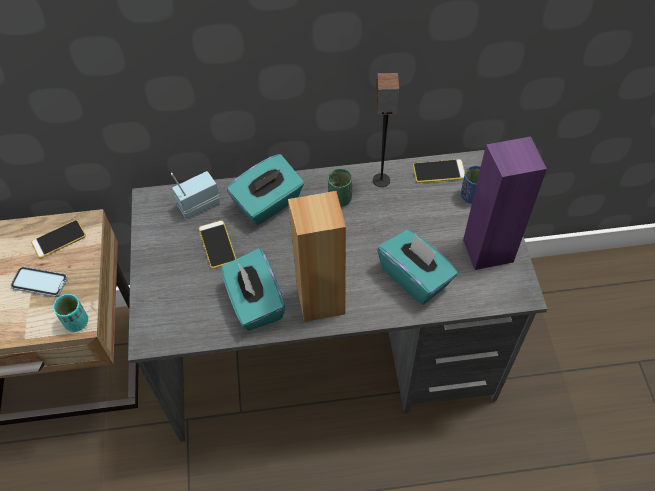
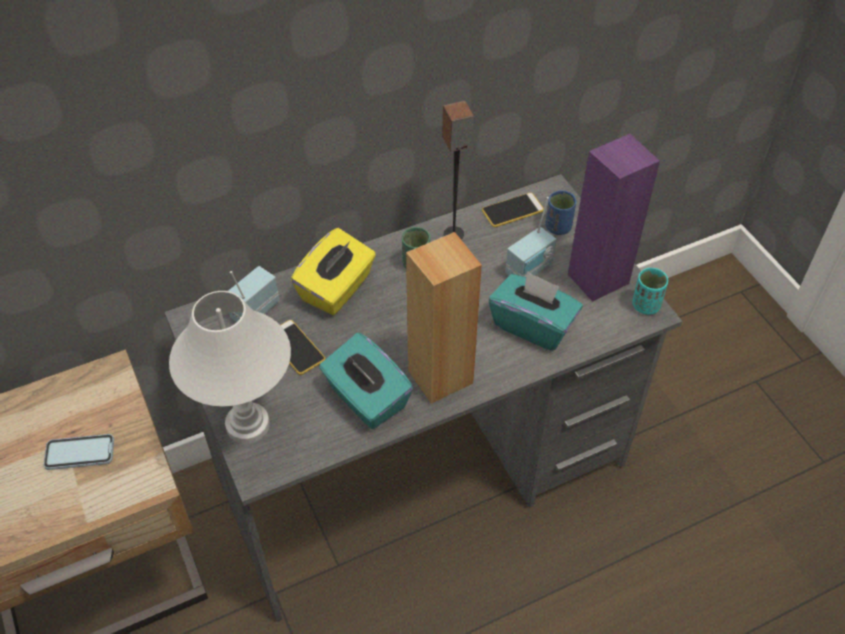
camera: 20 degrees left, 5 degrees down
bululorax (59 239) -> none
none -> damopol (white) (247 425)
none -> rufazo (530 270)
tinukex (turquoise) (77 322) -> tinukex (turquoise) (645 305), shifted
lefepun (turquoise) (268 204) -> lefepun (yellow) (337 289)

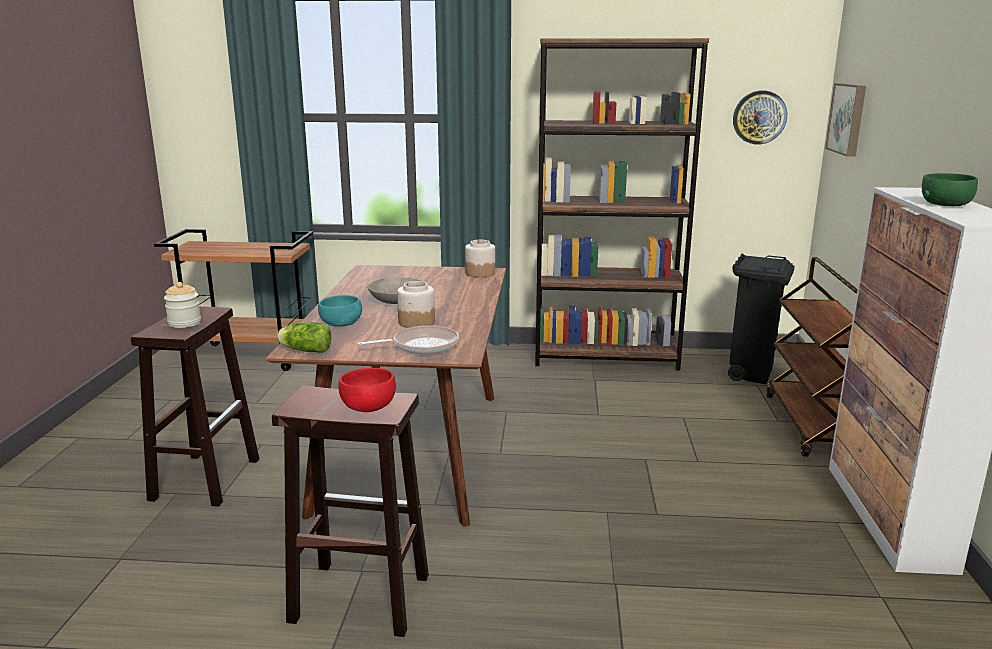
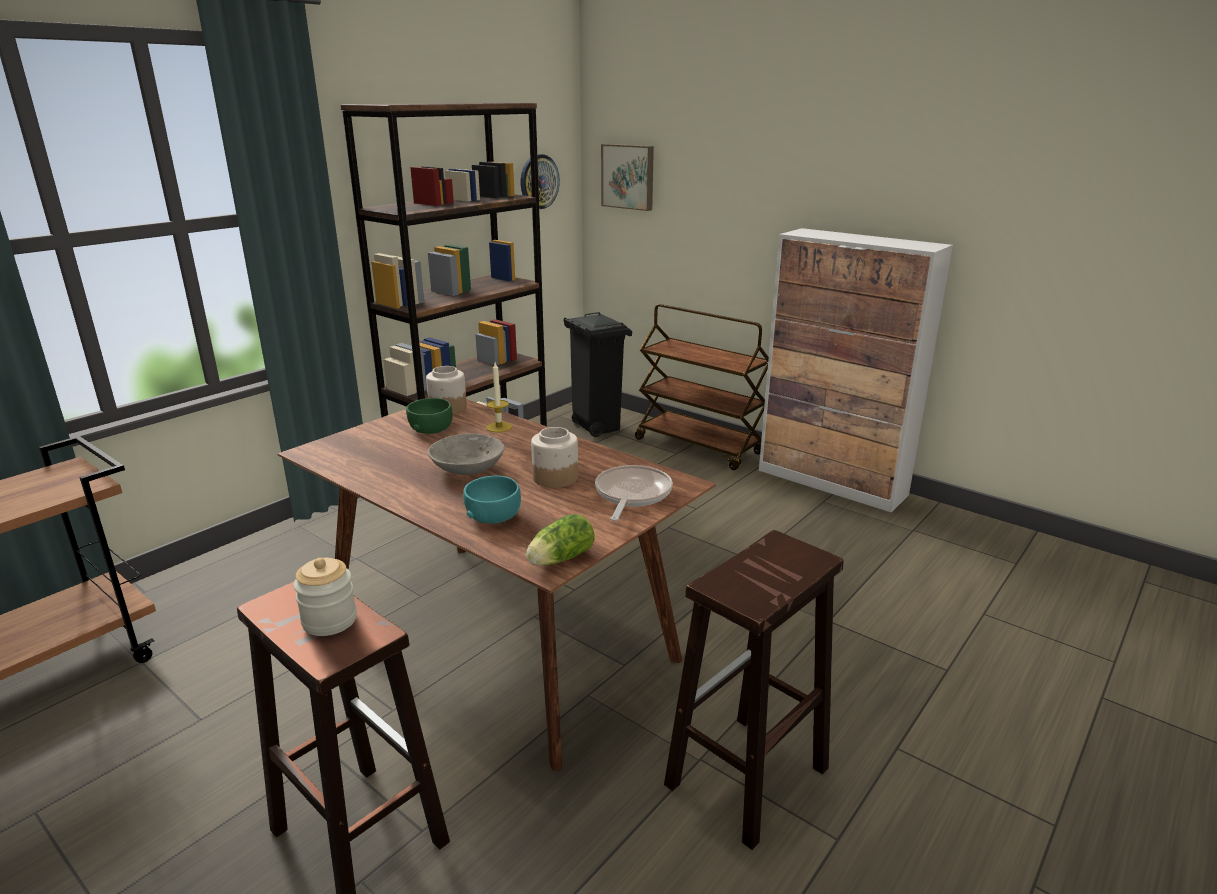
camera: 55 degrees left, 5 degrees up
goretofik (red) (369 405) -> none
none -> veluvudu (499 427)
goretofik (green) (945 204) -> goretofik (green) (431 429), shifted

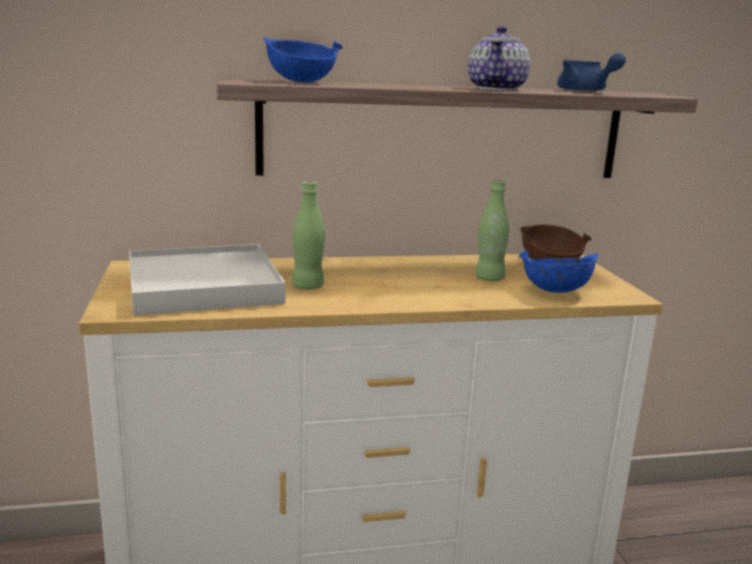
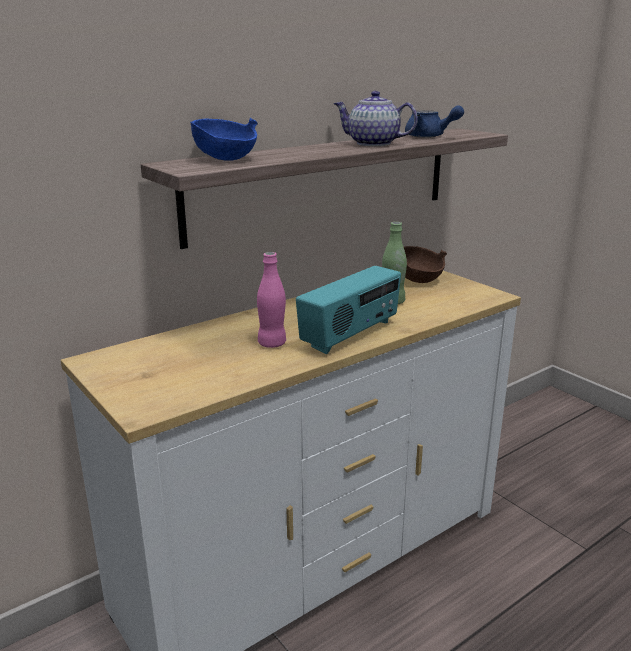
camera: 25 degrees left, 5 degrees up
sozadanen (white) (203 286) -> none
goretofik (blue) (555 290) -> none
none -> rufazo (351 335)
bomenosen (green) (307 286) -> bomenosen (pink) (272 343)
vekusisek (497 89) -> vekusisek (374 144), 120 degrees clockwise

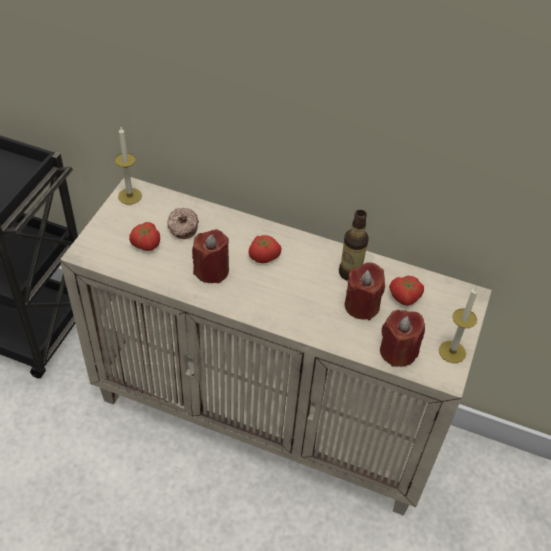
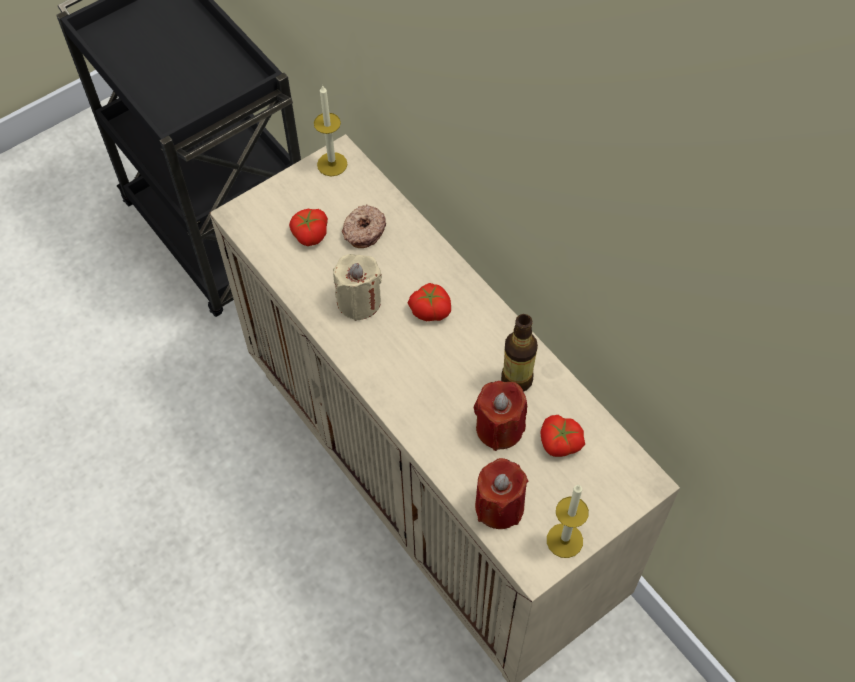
camera: 35 degrees right, 10 degrees up
veluvudu (red) (211 270) -> veluvudu (beige) (359 301)

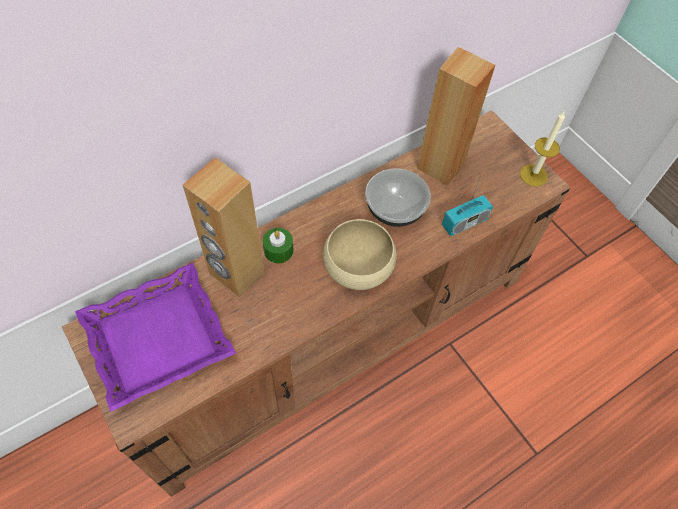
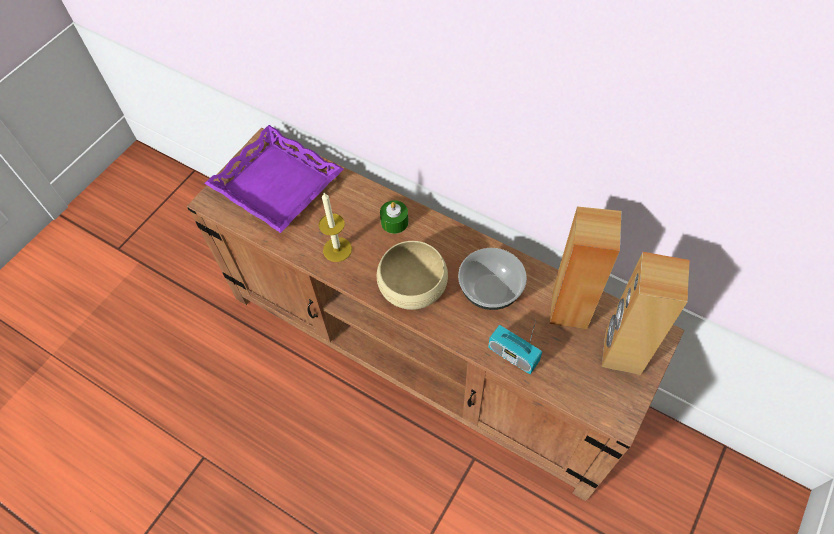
camera: 70 degrees right, 0 degrees up
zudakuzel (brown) (236 273) -> zudakuzel (brown) (621 351), shifted
veluvudu (533 175) -> veluvudu (337 249), shifted

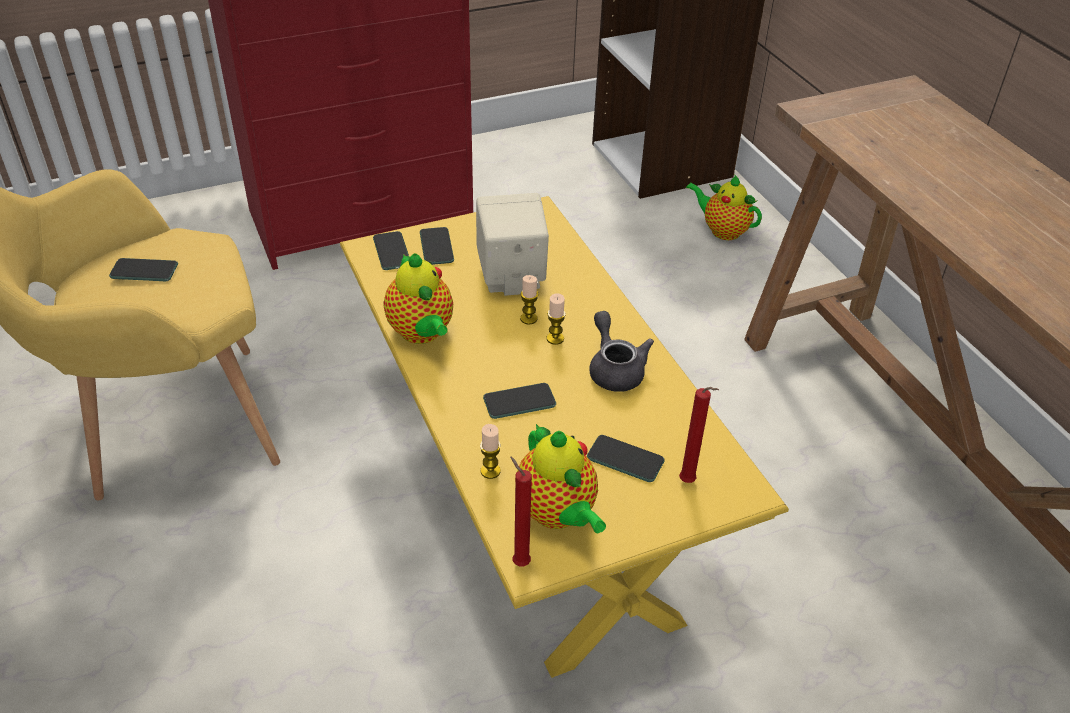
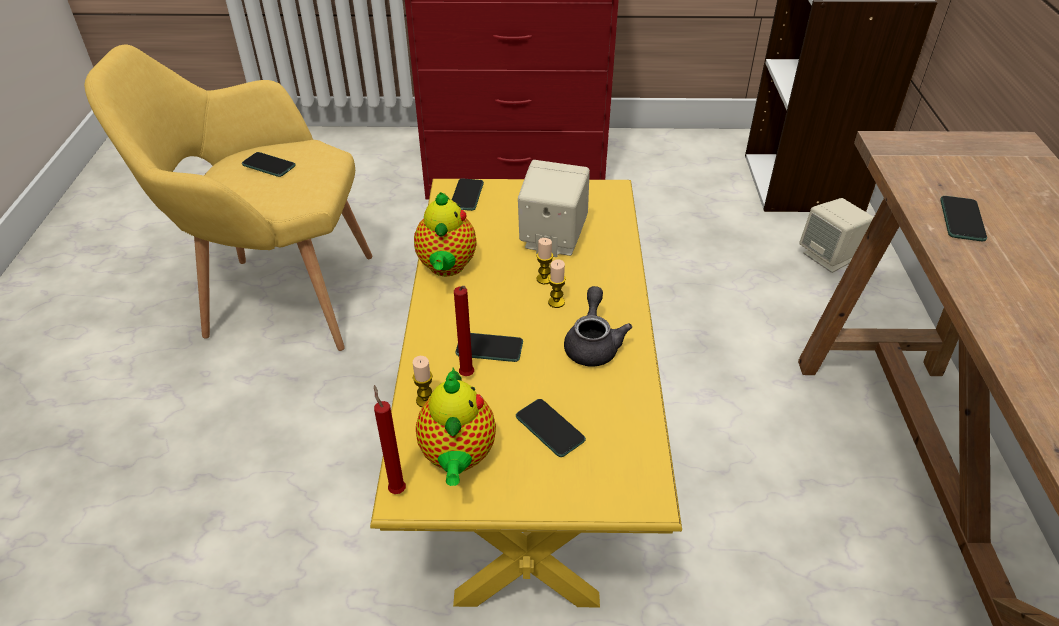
camera: 25 degrees right, 0 degrees up
bululorax (436 247) -> bululorax (962 220), shifted
veluvudu (red) (689 482) -> veluvudu (red) (467 377), shifted
vekusisek (722 230) -> zudakuzel (beige) (829 257)

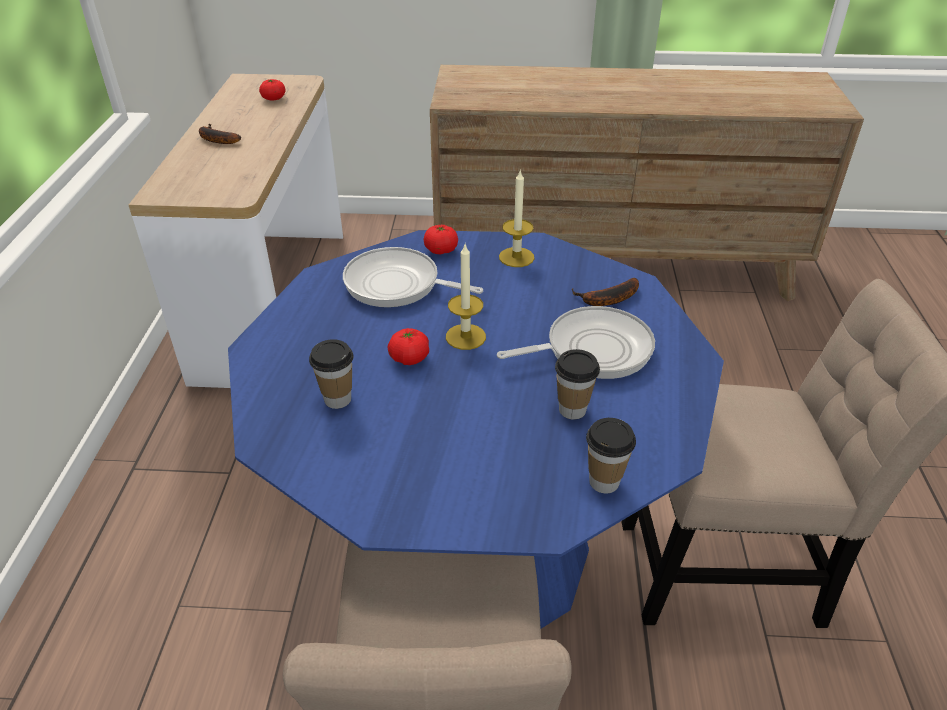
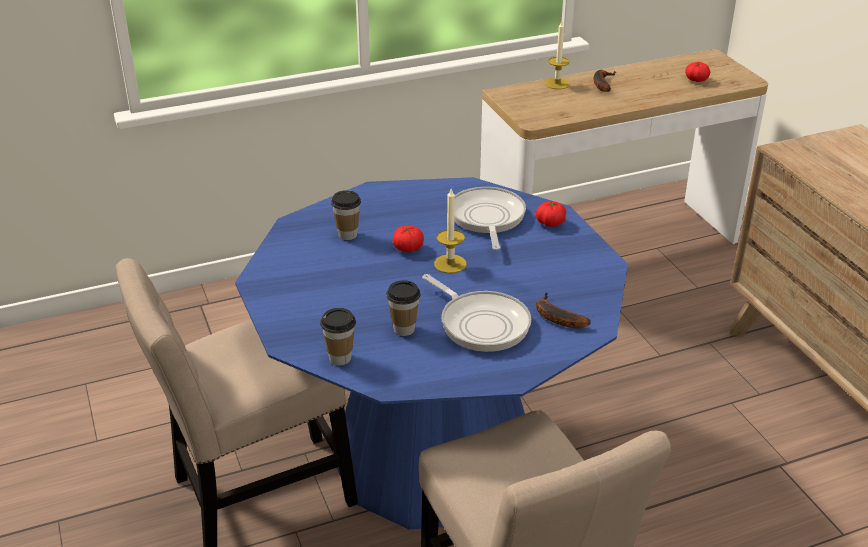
camera: 65 degrees right, 5 degrees down
veluvudu (516 257) -> veluvudu (557 84), shifted

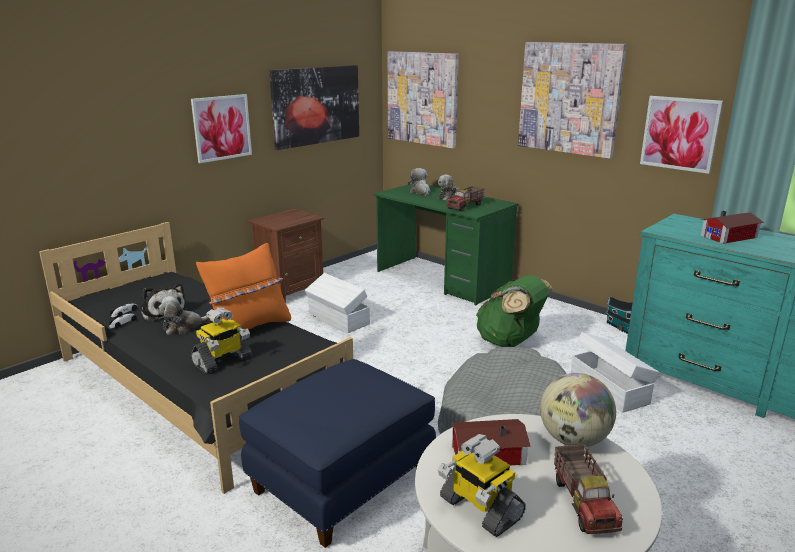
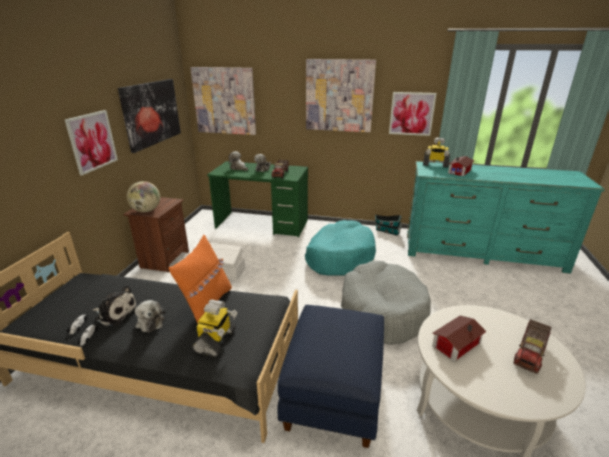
camera: 30 degrees left, 5 degrees up
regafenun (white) (609 388) -> none
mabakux (479 508) -> mabakux (435 165), shifted
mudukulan (573 440) -> mudukulan (146 211), shifted
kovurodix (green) (510 342) -> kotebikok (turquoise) (339 257)
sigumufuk (184 327) -> sigumufuk (150 321), 60 degrees counterclockwise
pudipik (584 503) -> pudipik (530 354), 75 degrees clockwise

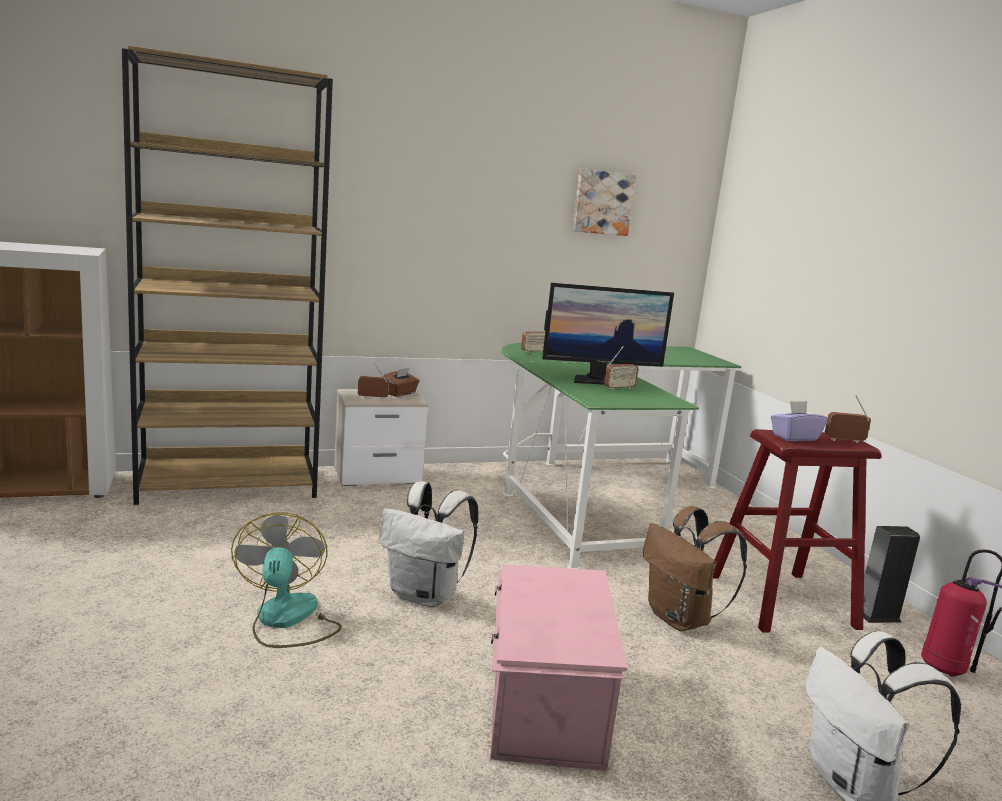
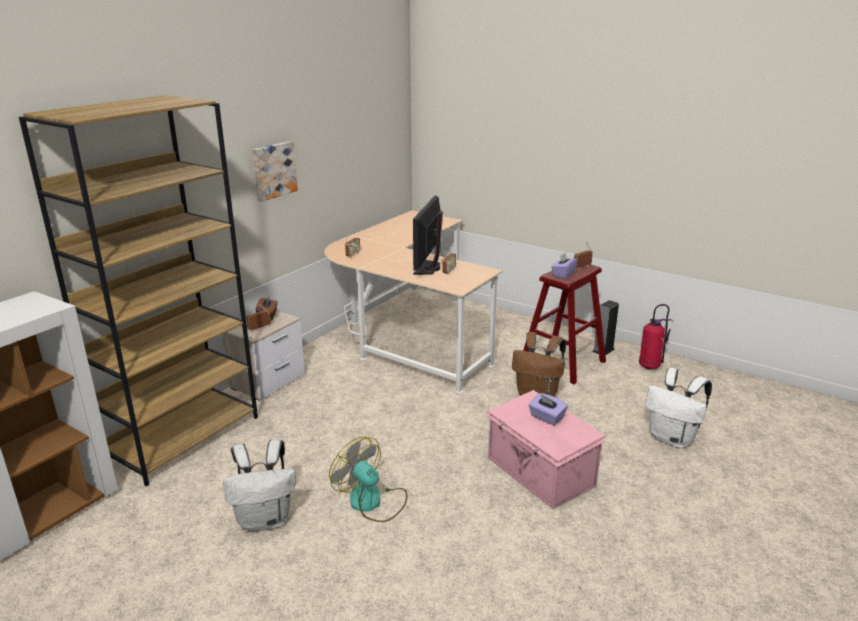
camera: 35 degrees left, 10 degrees up
none -> lefepun (purple) (546 418)
kovurodix (white) (425 595) -> kovurodix (white) (265 520), shifted
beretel (602 202) -> beretel (273 170), shifted
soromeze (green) (594 495) -> soromeze (beige) (407 335)
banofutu (599 380) -> banofutu (428 268), 150 degrees clockwise

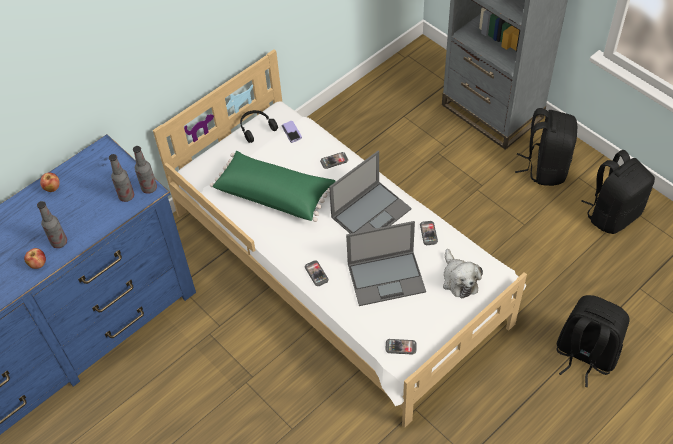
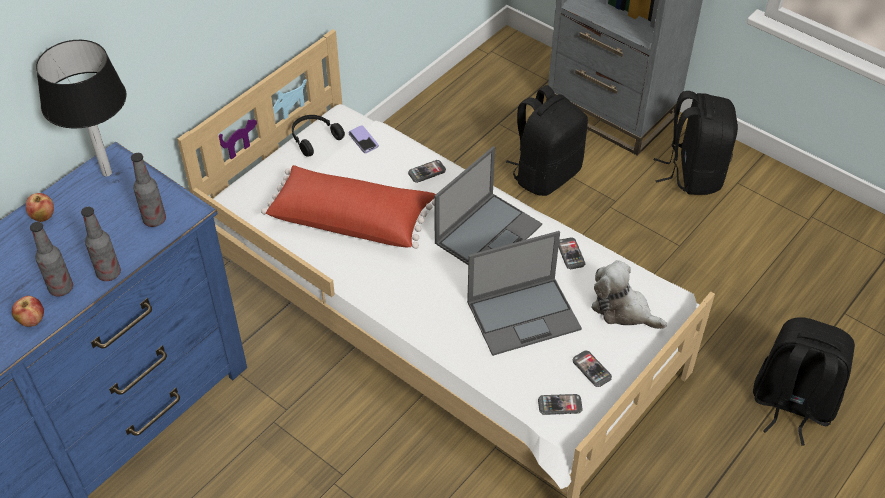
camera: 10 degrees left, 5 degrees down
none -> damopol (black) (107 172)
bomenosen (149 188) -> bomenosen (109 273), shifted
bululorax (316 274) -> bululorax (591 369), shifted
kovurodix (black) (612 214) -> kovurodix (black) (545 174), shifted
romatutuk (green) (275 193) -> romatutuk (red) (352 219)
sigumufuk (459 279) -> sigumufuk (623 310), 150 degrees clockwise

